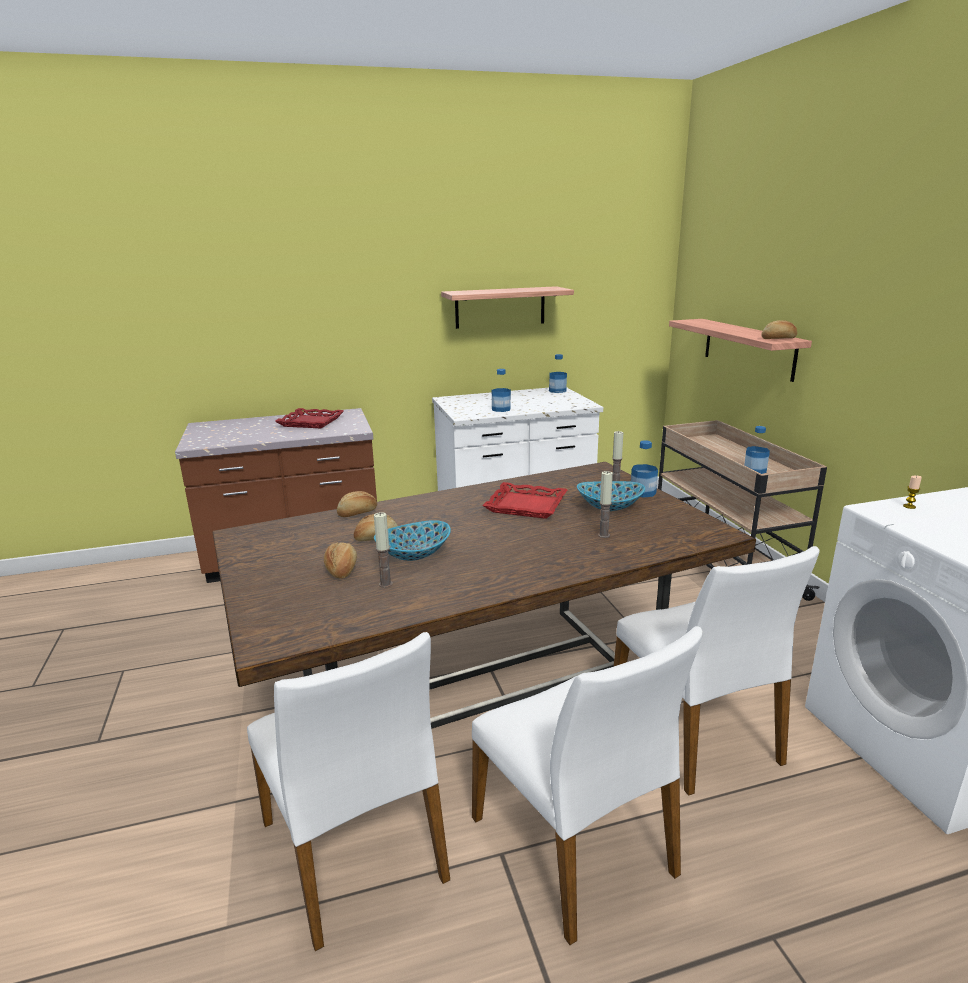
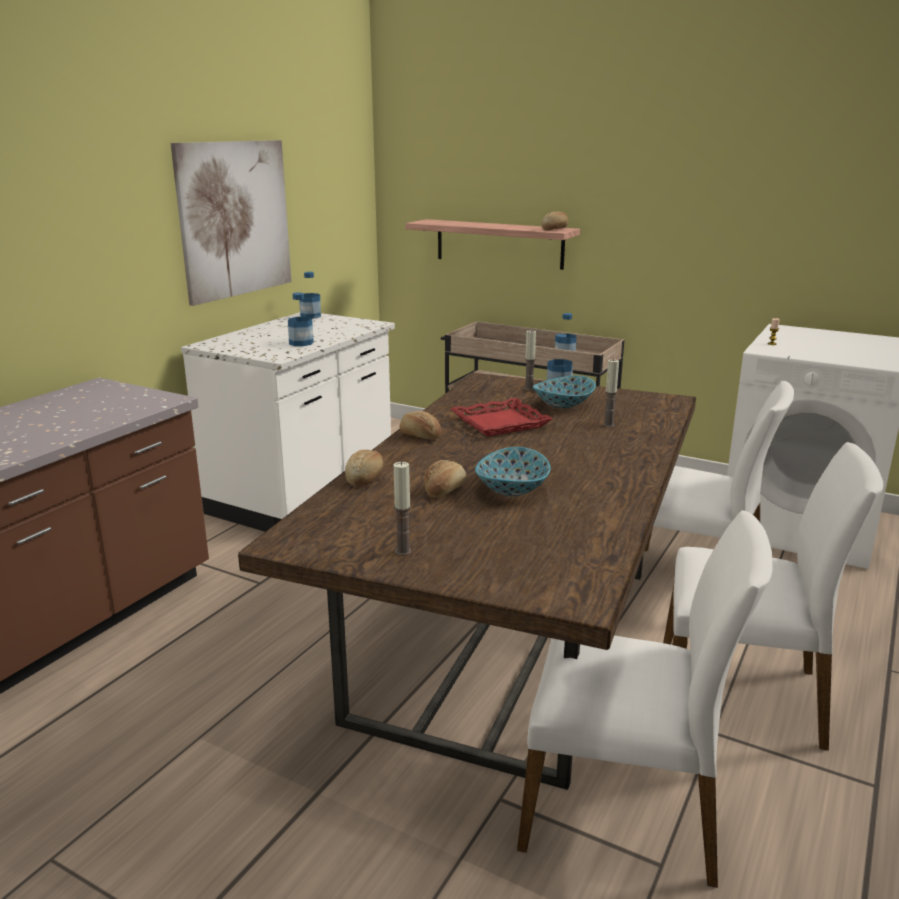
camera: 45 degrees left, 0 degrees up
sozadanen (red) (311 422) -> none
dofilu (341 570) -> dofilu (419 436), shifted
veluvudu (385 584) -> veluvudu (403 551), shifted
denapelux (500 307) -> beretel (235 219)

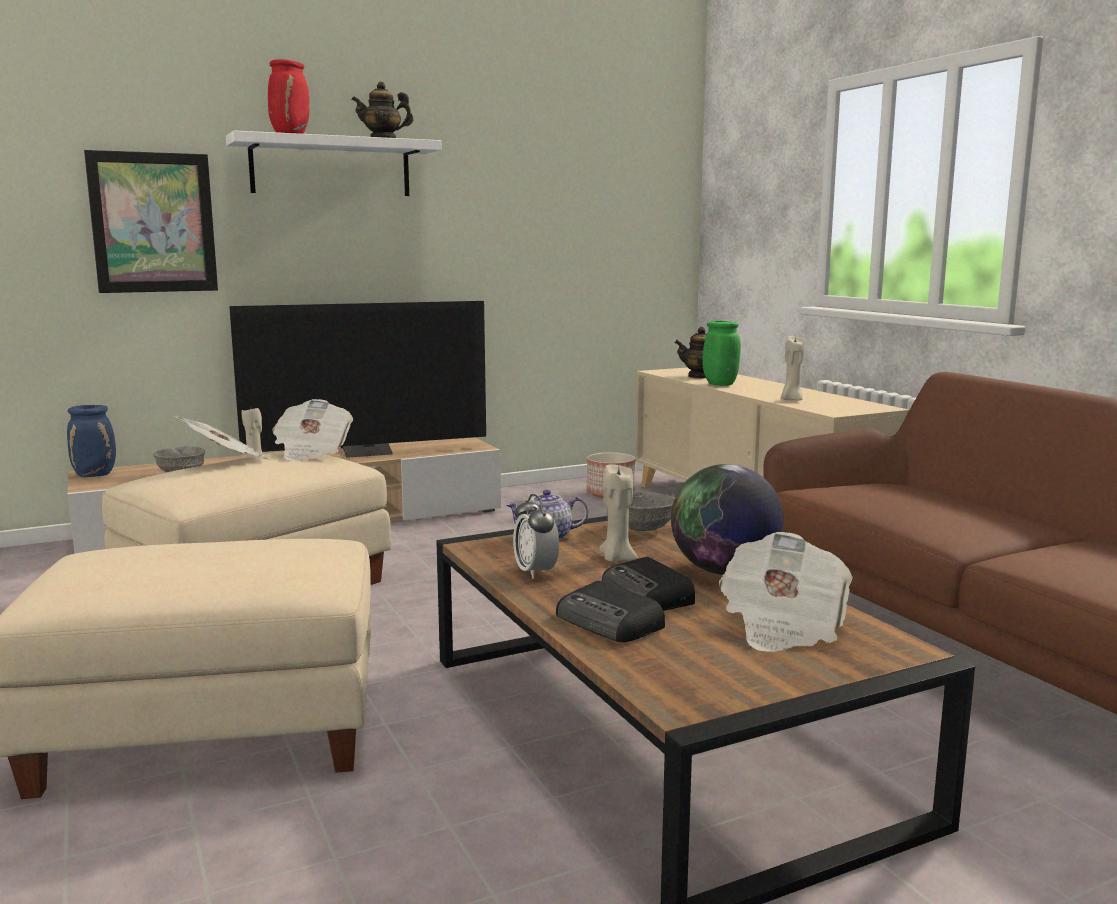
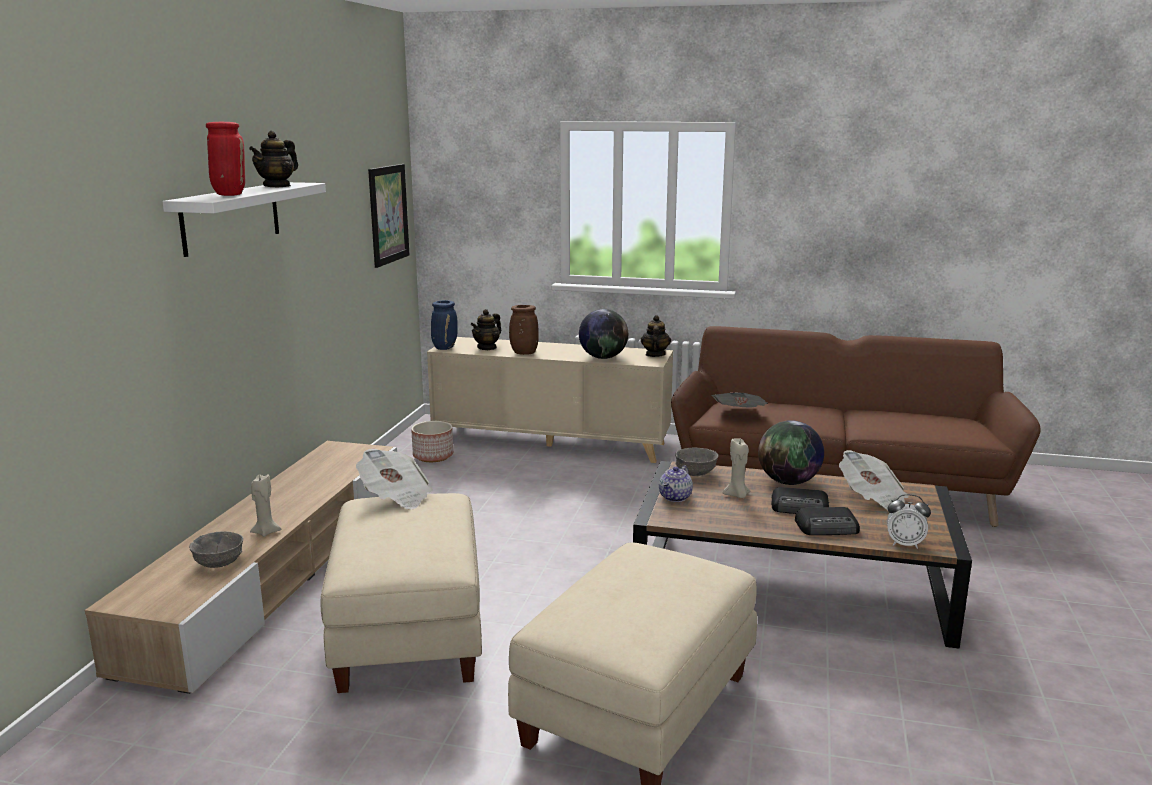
camera: 50 degrees left, 5 degrees up
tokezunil (368 452) -> none
none -> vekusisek (655 355)
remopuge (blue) (96 475) -> remopuge (blue) (444 348), shifted
beretel (153 223) -> beretel (388 214), shifted
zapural (226 461) -> zapural (739 415), shifted
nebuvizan (535 572) -> nebuvizan (905 544), shifted
veluvudu (beige) (791 400) -> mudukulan (603 357)
remopuge (green) (719 384) -> remopuge (brown) (523 353)

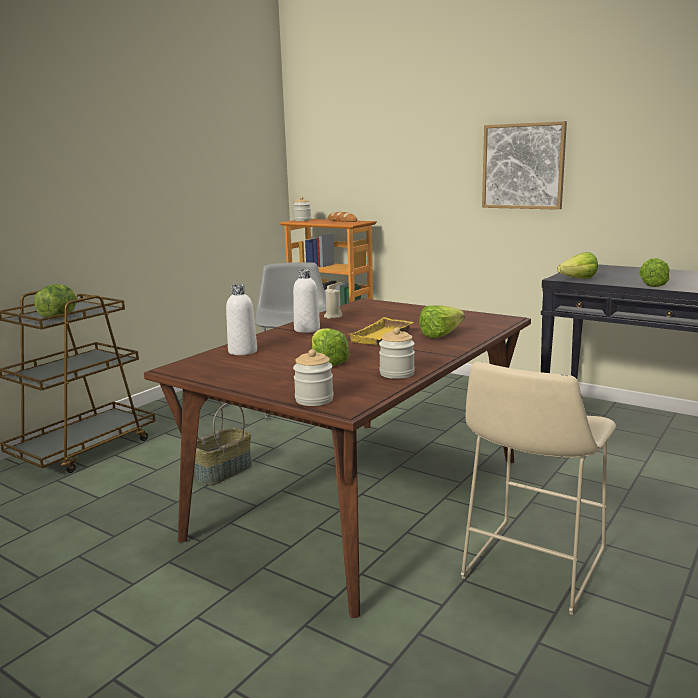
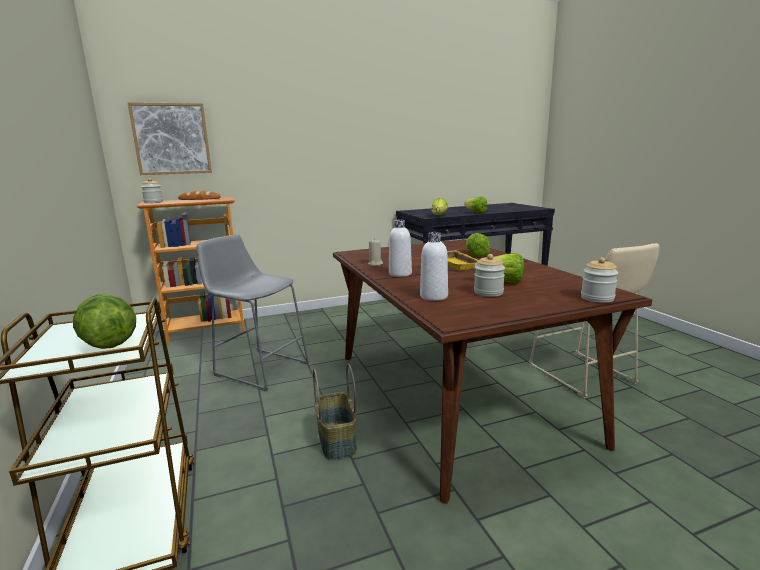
camera: 55 degrees left, 0 degrees up
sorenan (397 373) -> sorenan (488 292), shifted
beretel (523 166) -> beretel (172 139), shifted

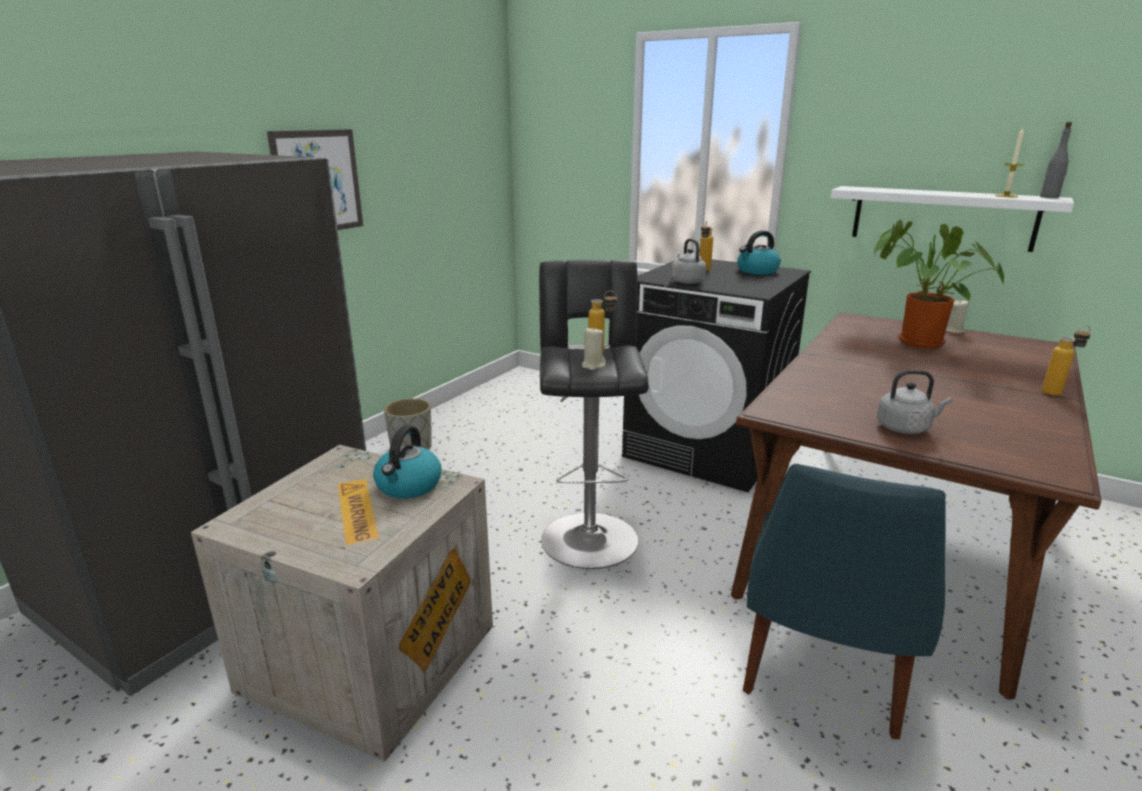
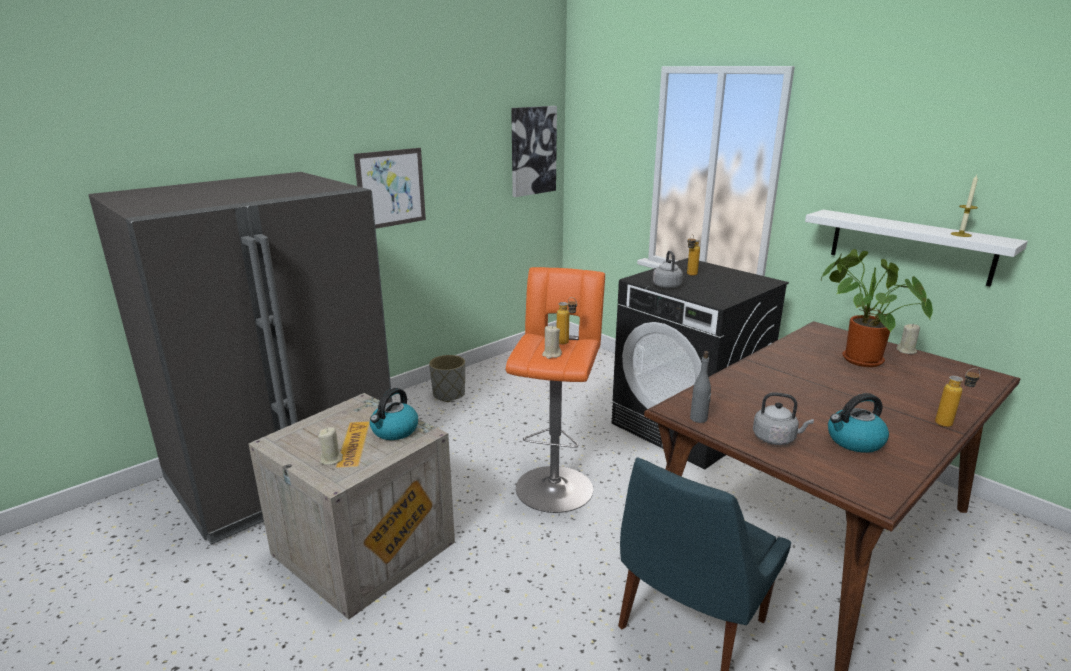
camera: 15 degrees right, 0 degrees up
none -> veluvudu (beige) (331 459)
none -> beretel (532 151)
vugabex (757 271) -> vugabex (854 441), shifted
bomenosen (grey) (1049 197) -> bomenosen (grey) (699 418), shifted
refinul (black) (588 535) -> refinul (orange) (555 484)

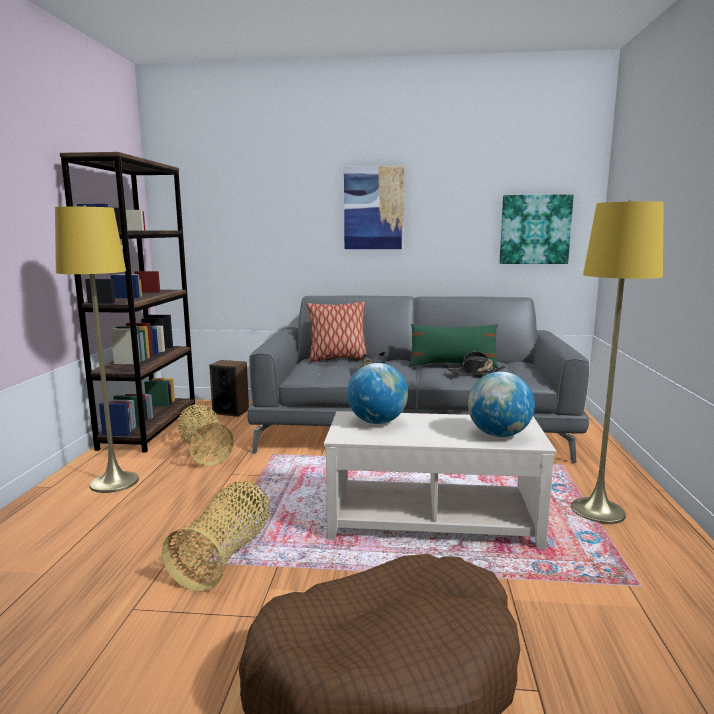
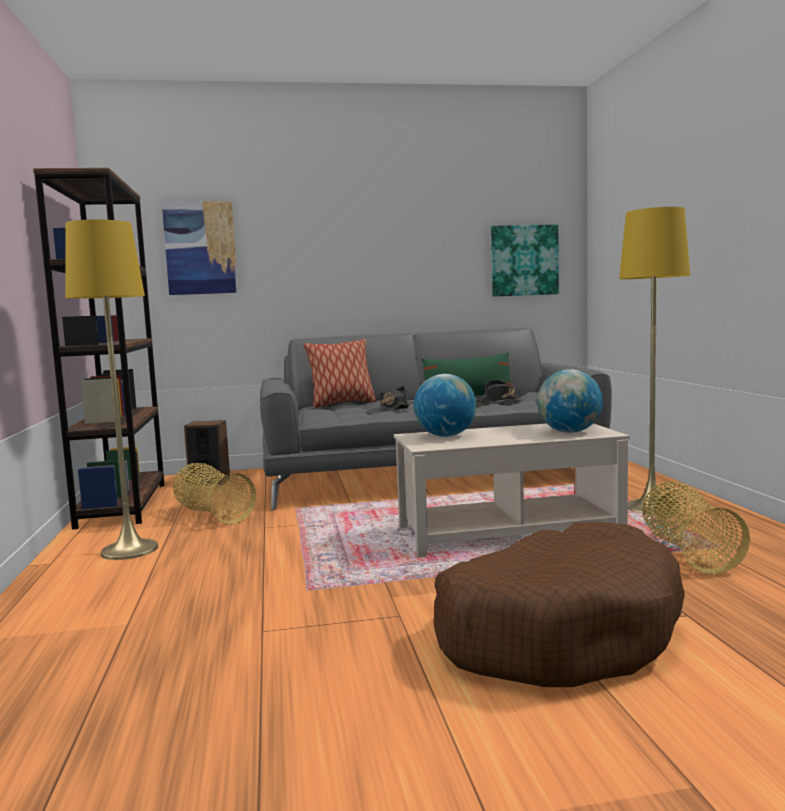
camera: 15 degrees left, 5 degrees down
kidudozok (225 556) -> kidudozok (688 552), shifted
beretel (373 208) -> beretel (200 248), shifted

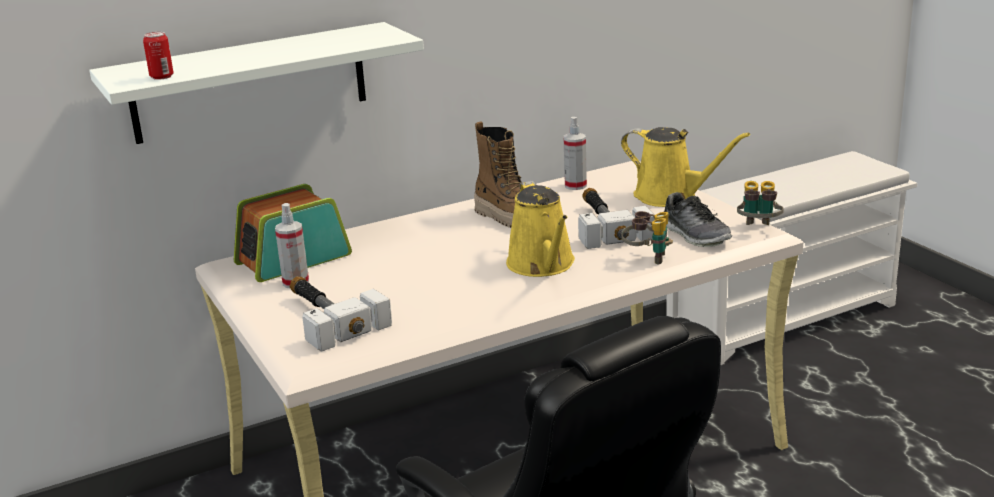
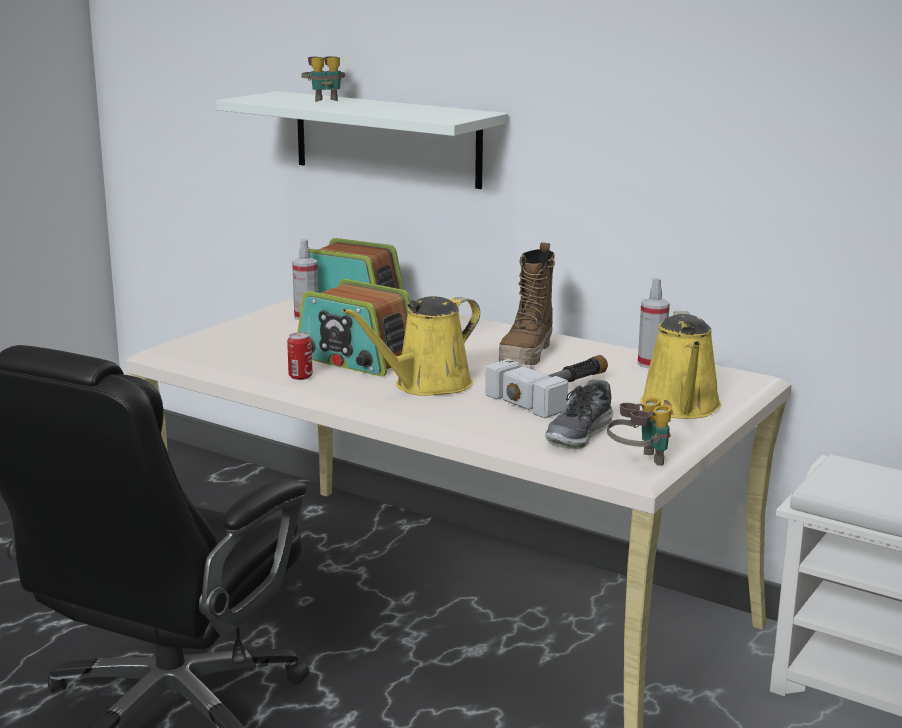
camera: 60 degrees right, 5 degrees down
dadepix (327 317) -> none
none -> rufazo (356 359)
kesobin (161 77) -> kesobin (300 376), shifted
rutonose (647 258) -> rutonose (325 100), shifted

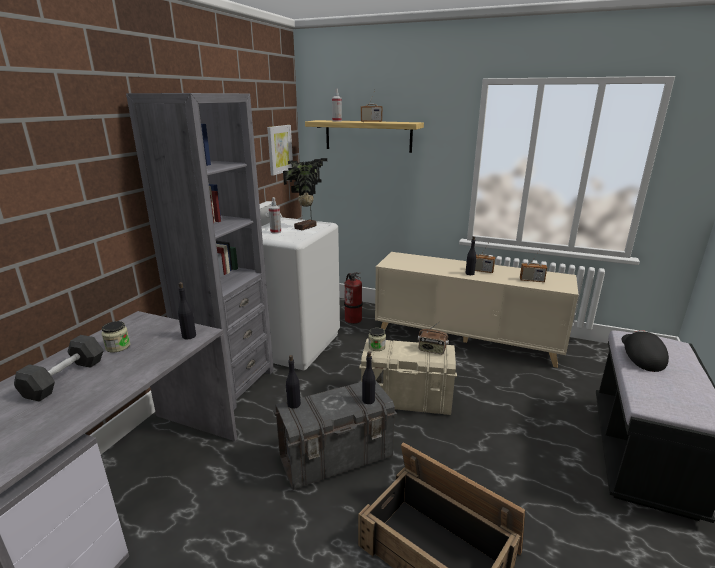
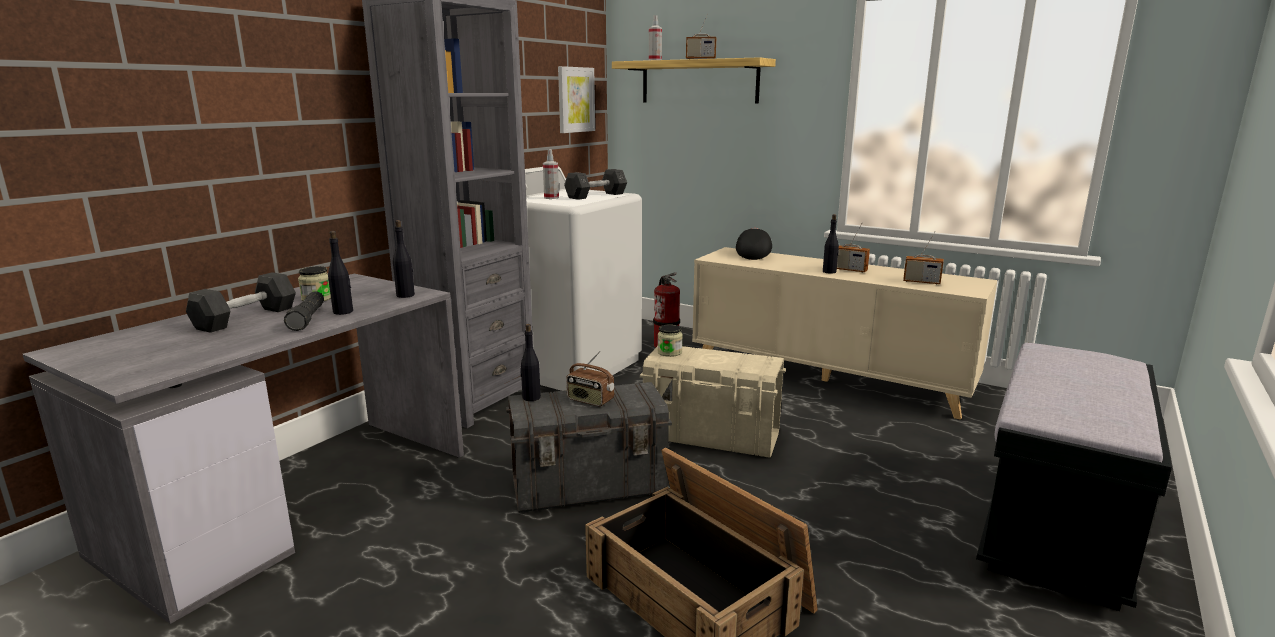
camera: 10 degrees right, 5 degrees down
none -> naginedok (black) (307 319)
bomenosen (black) (368 400) -> bomenosen (black) (343 312), shifted
rufazo (432 350) -> rufazo (590 400), shifted
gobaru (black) (640 358) -> gobaru (black) (753 255), shifted
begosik (307 227) -> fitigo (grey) (596 196)

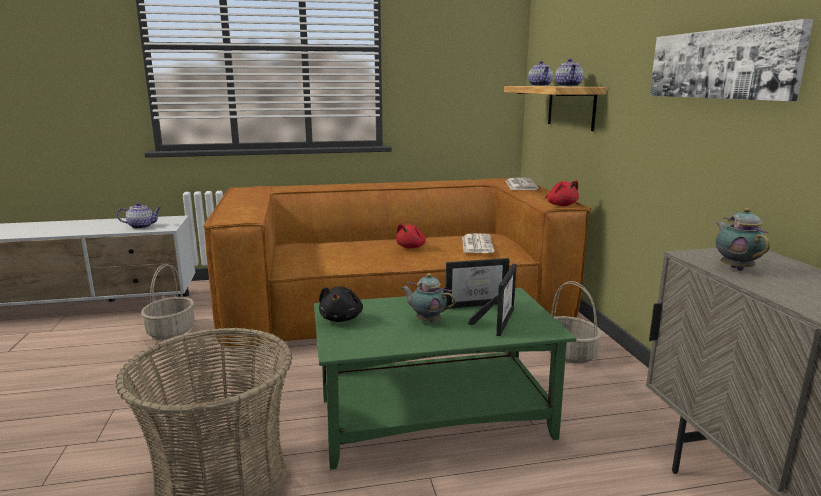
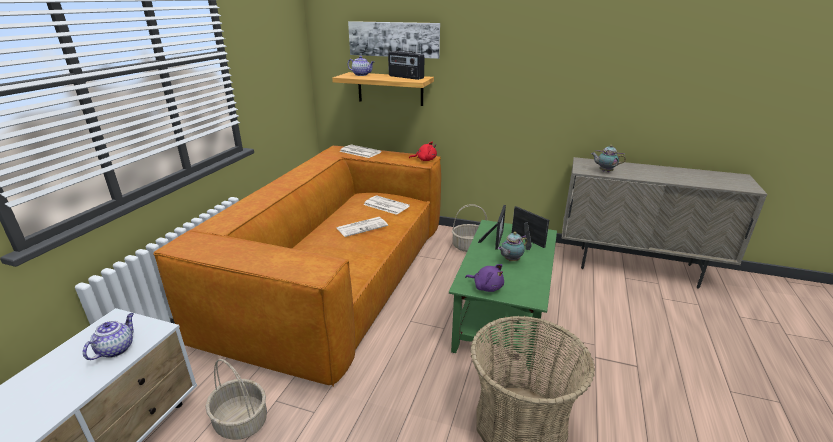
camera: 60 degrees left, 10 degrees up
beretel (720 64) -> beretel (394 39), shifted
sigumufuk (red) (411 247) -> zapural (362 227)
vekusisek (568 86) -> rufazo (405 77)
sigumufuk (black) (341 318) -> sigumufuk (purple) (486 287)

